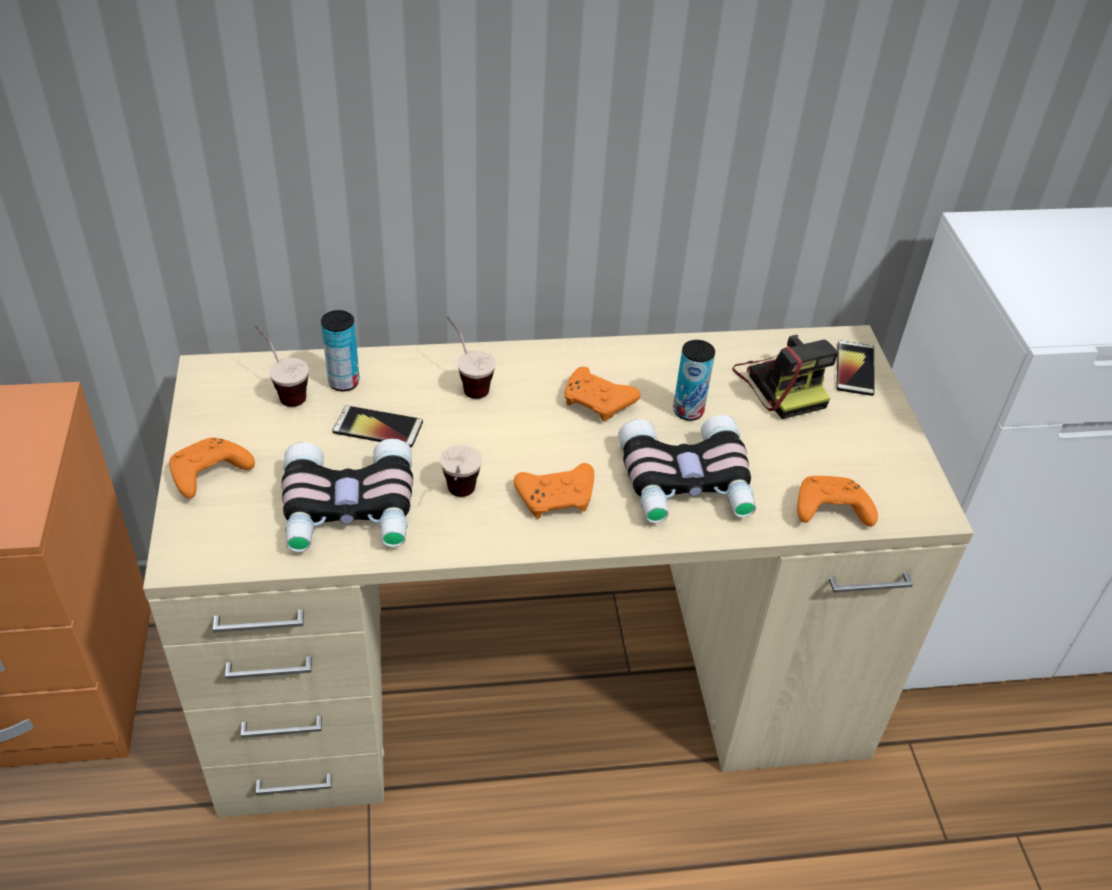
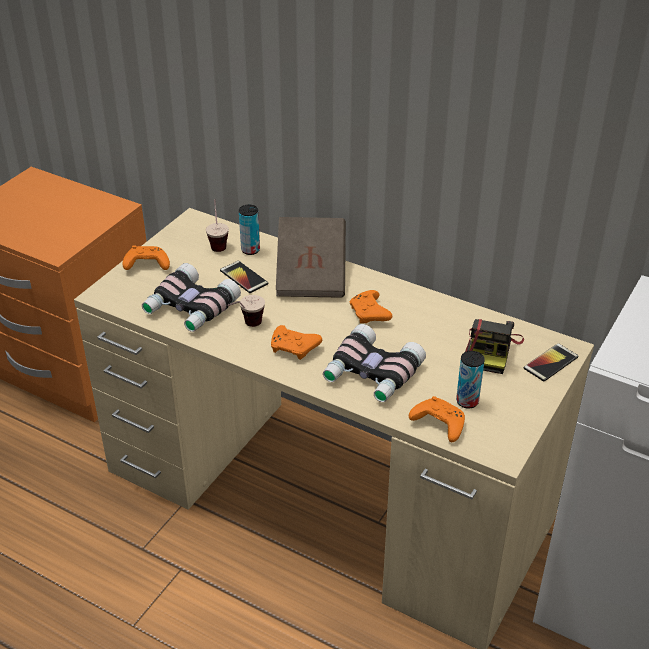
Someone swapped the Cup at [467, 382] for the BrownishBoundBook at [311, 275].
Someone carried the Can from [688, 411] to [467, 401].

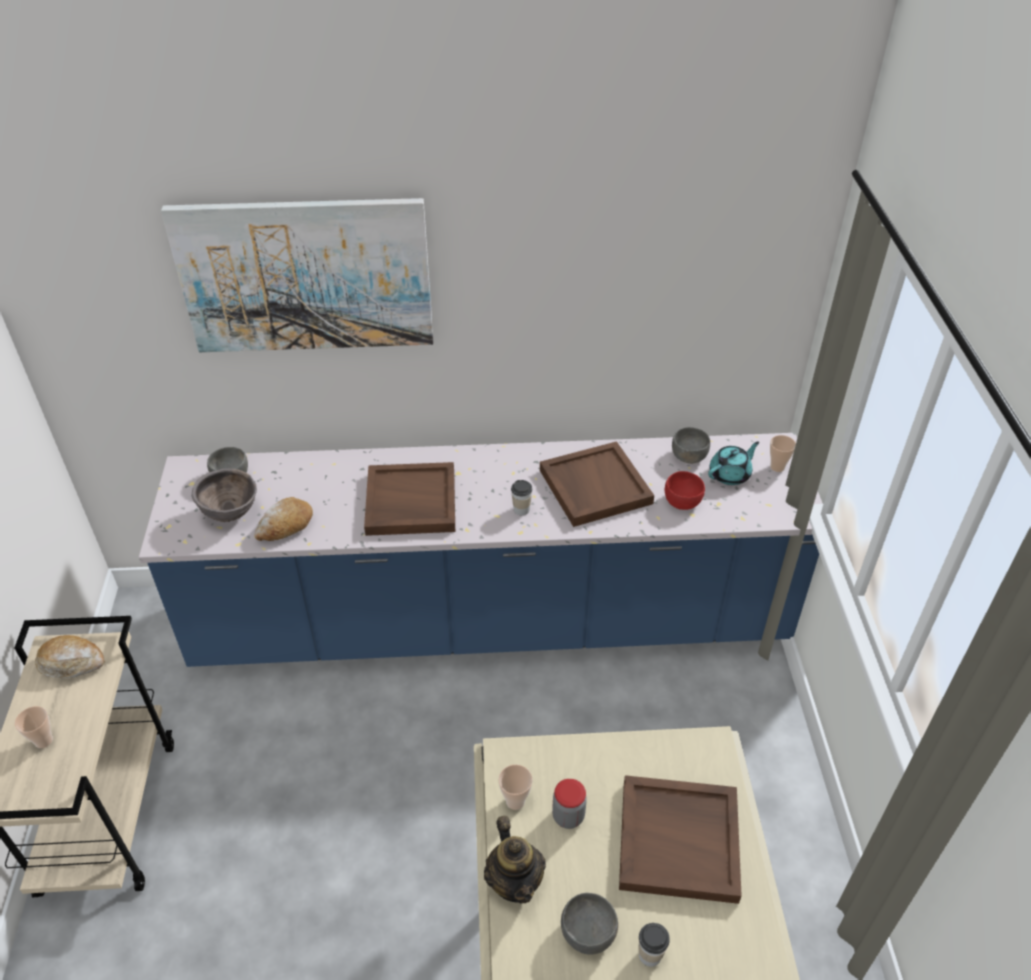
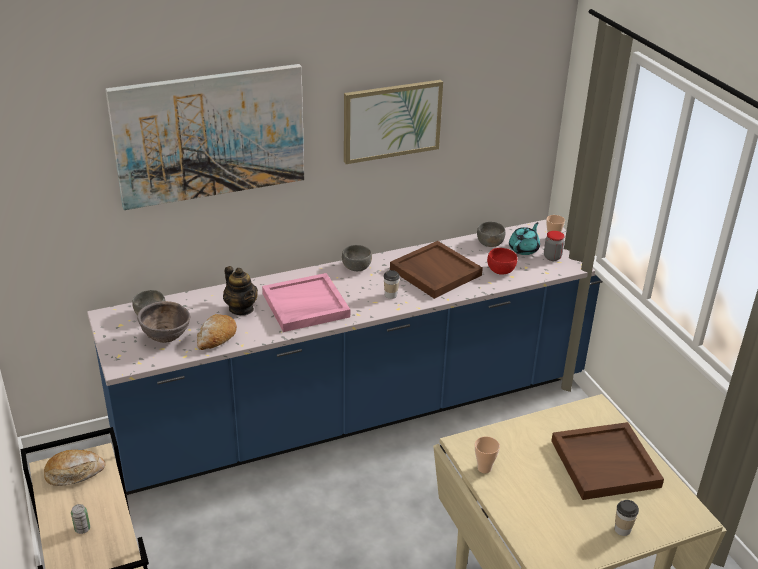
Someone swapped the Cup at [43, 740] for the Can at [82, 529].
Someone repainted the BrownishCarryingTray at [410, 502], which became the PinkColouredCarryingTray at [305, 306].
Someone carried the Teapot from [515, 882] to [241, 308].
Someone carried the Jar from [568, 816] to [552, 257].
Someone carried the GreyServingBowl from [588, 933] to [357, 267].
Someone put up the Picture at [392, 120].

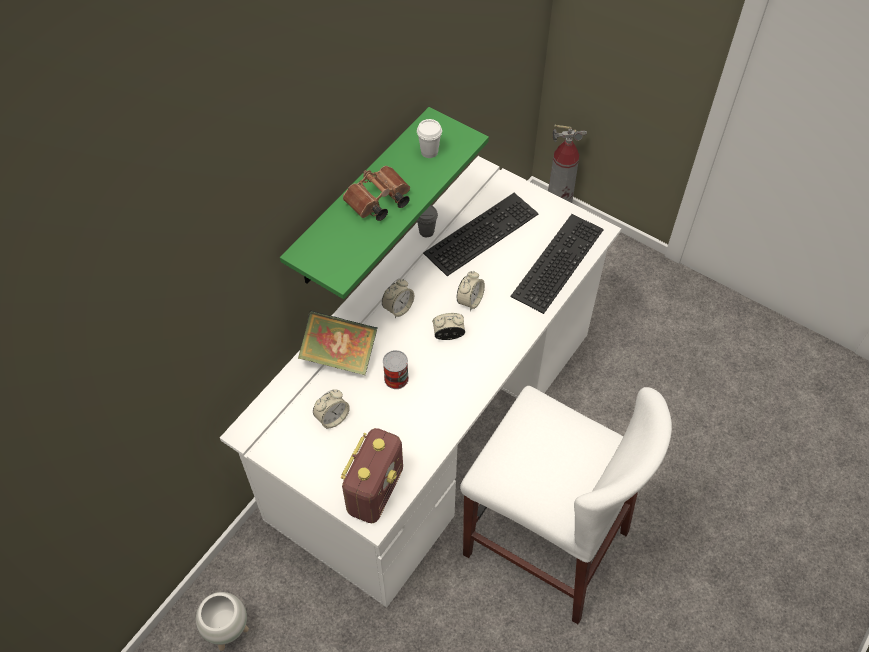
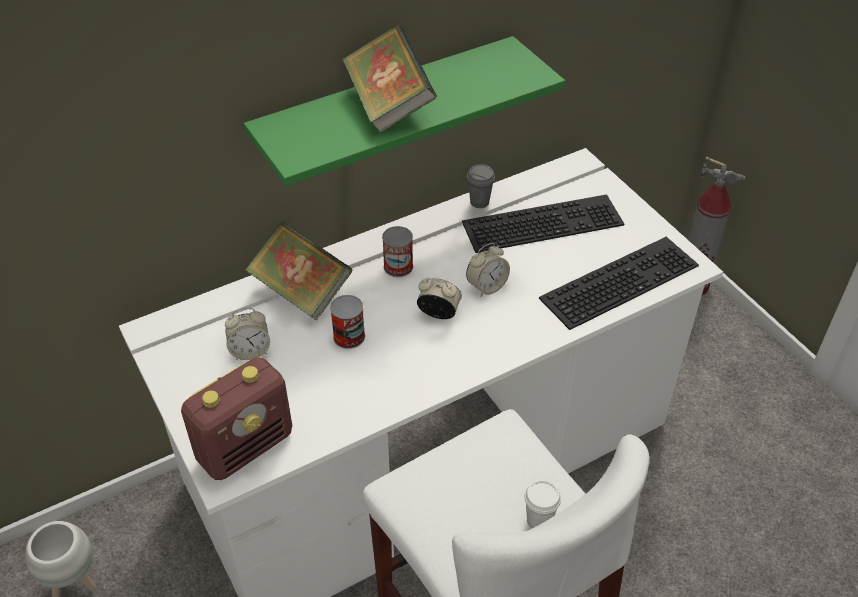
Someone swapped the BrownishPairOfBinoculars at [377, 203] for the BoundBook at [389, 105].
Someone swapped the AlarmClock at [398, 308] for the Can at [398, 266].
Someone carried the WhiteCup from [429, 152] to [539, 520].

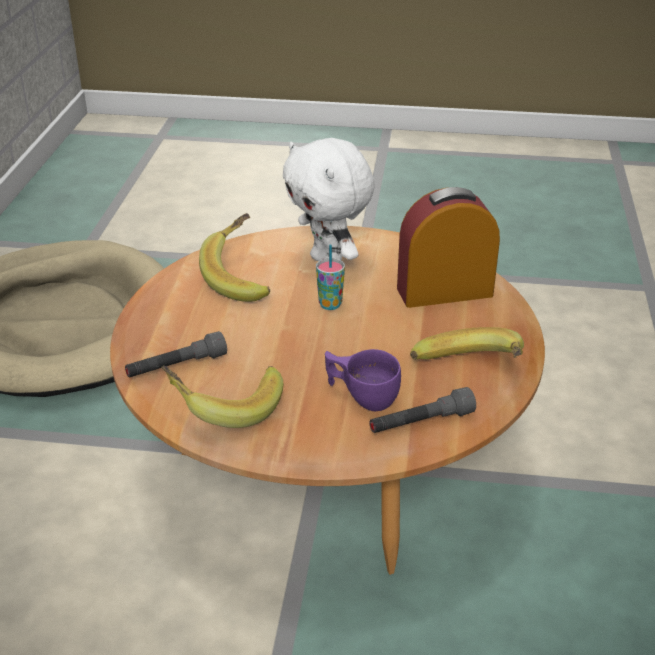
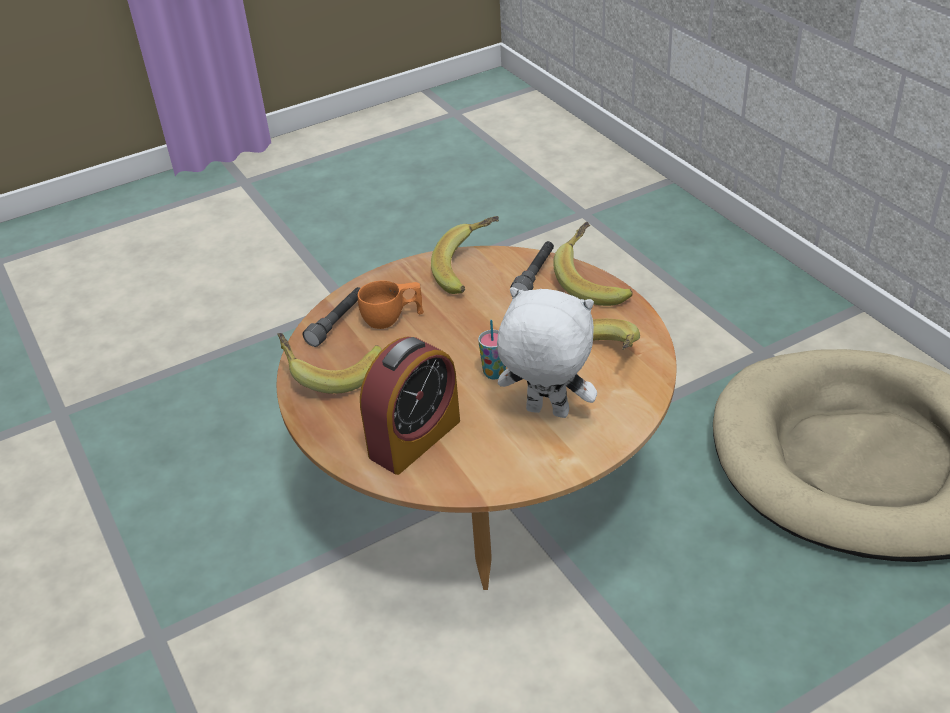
Someone repainted the PurpleCup at [361, 396], which became the OrangeCup at [392, 319].
Someone put down the WholeBanana at [595, 282].

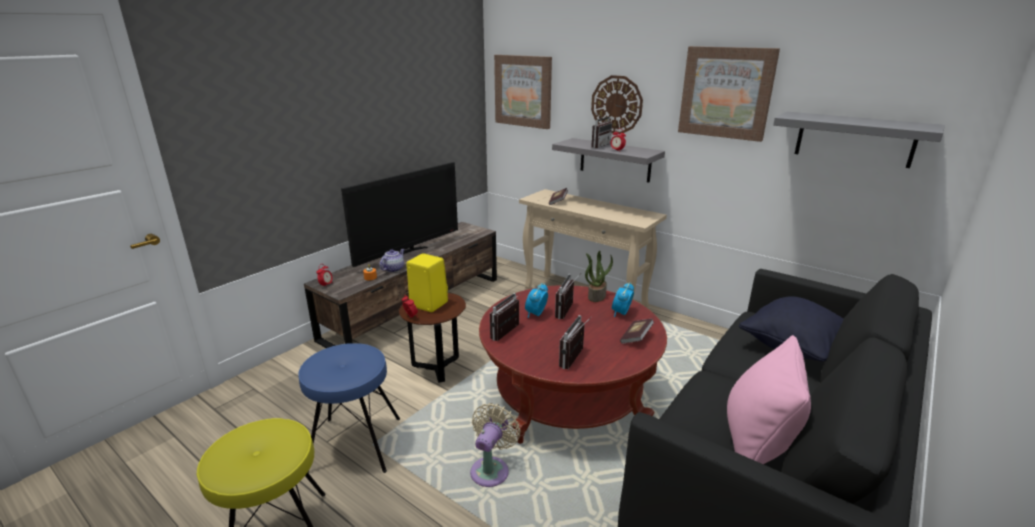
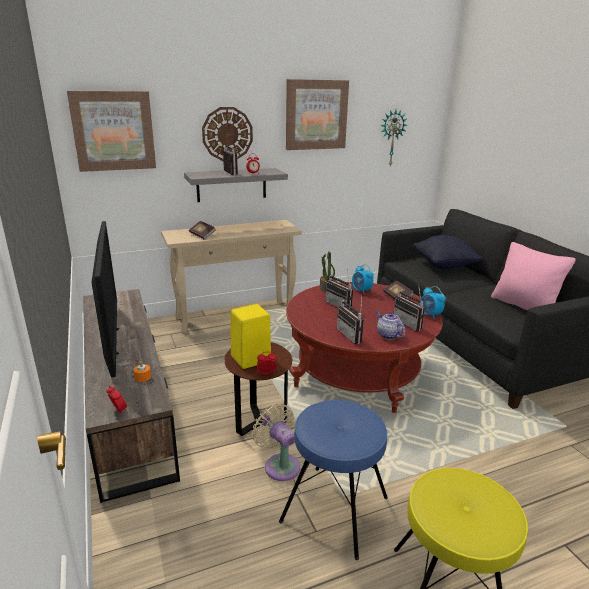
Someone carried the Teapot from [393, 269] to [388, 335].
Someone carried the BeigeColouredCoolingFan from [491, 469] to [280, 465].
Someone carried the AlarmClock from [536, 314] to [429, 315].
Someone swapped the GreyWallShelf at [854, 139] for the WallClock at [391, 138].

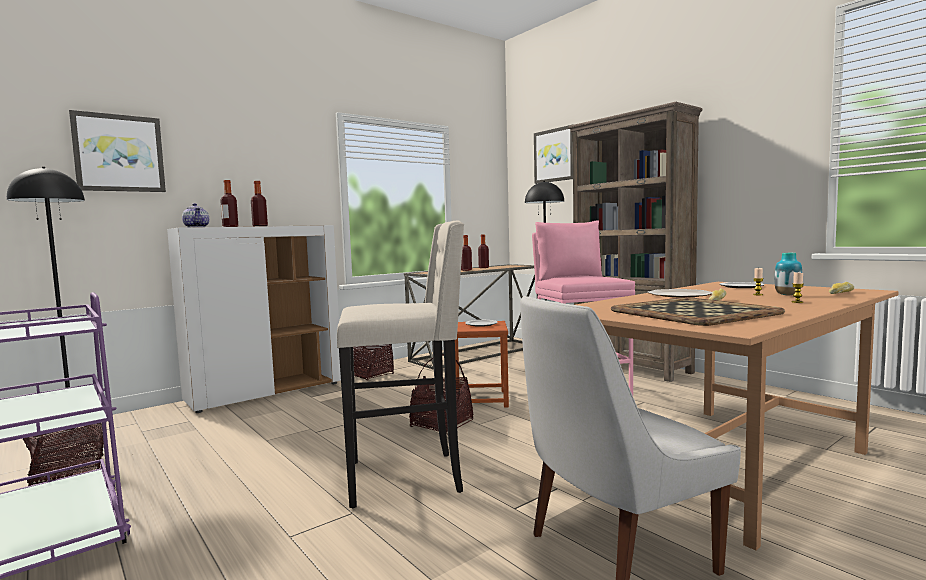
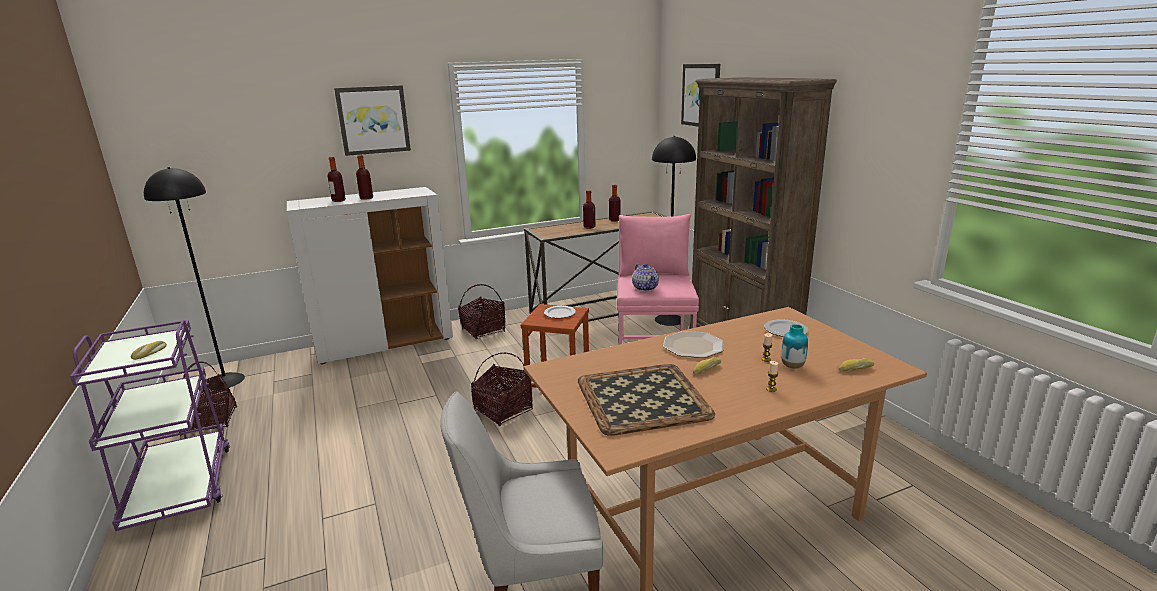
Someone carried the Picture from [119, 153] to [373, 120].
Someone carried the Teapot from [196, 227] to [645, 288].
Someone took away the BeigeColouredStool at [407, 477].
Someone put down the BakeryBread at [150, 353].

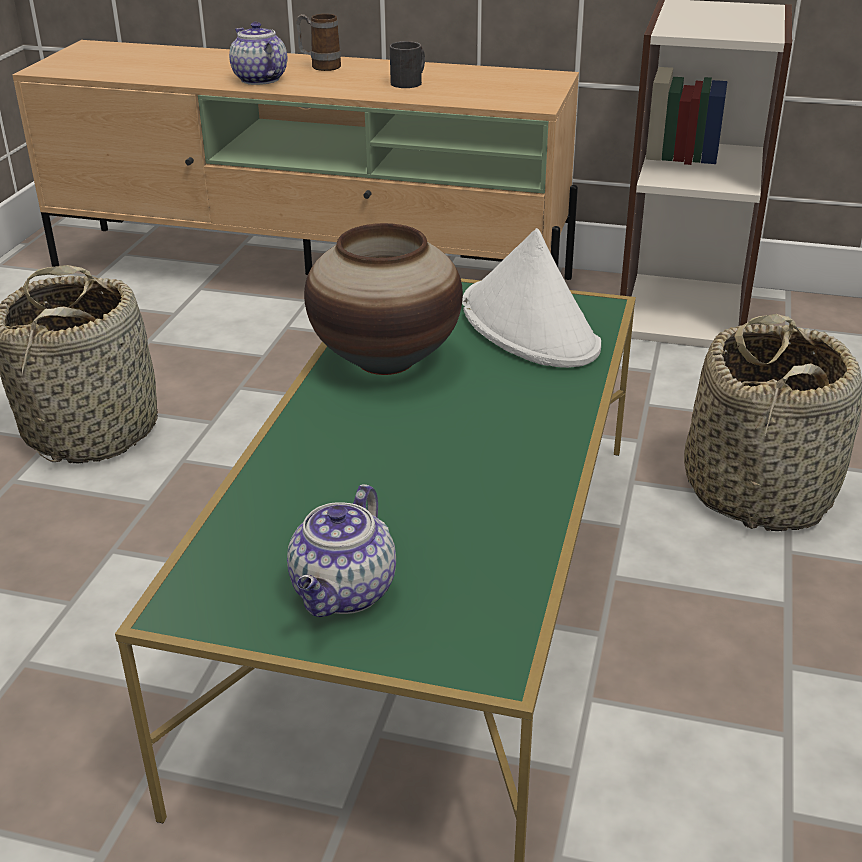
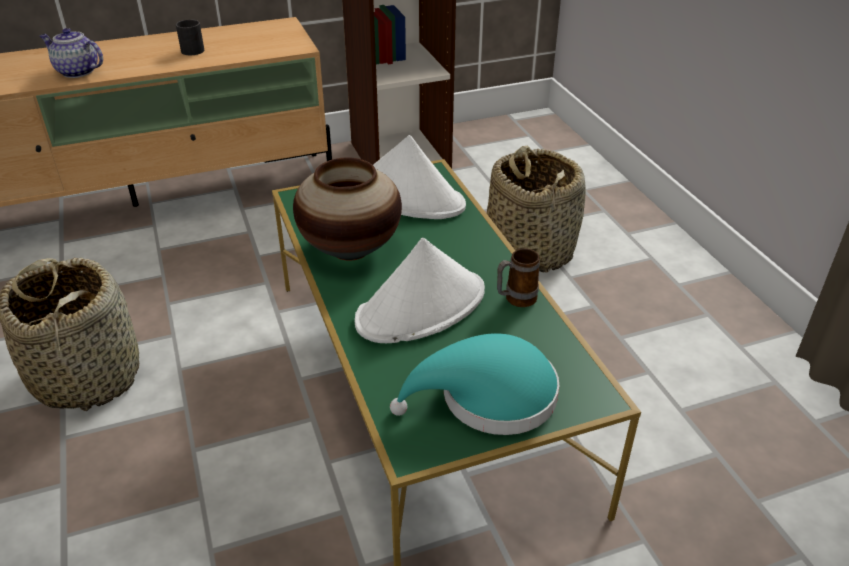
Someone swapped the Teapot at [344, 593] for the TurquoiseClothingHat at [488, 397].
Someone carried the CoffeeMug from [320, 66] to [515, 300].
Someone put down the WhiteClothingHat at [421, 307].

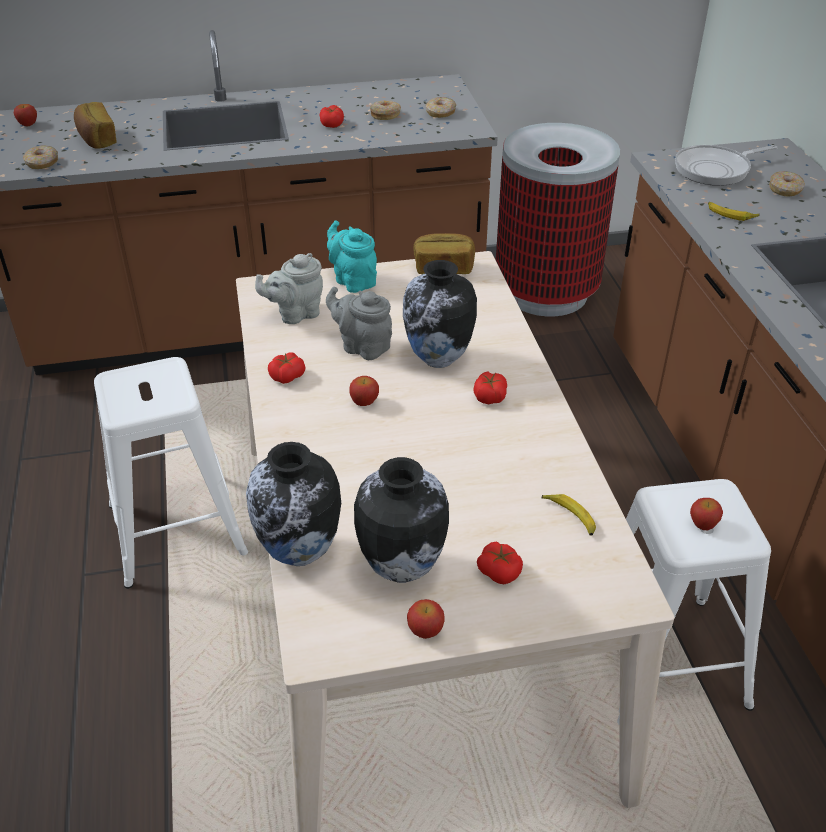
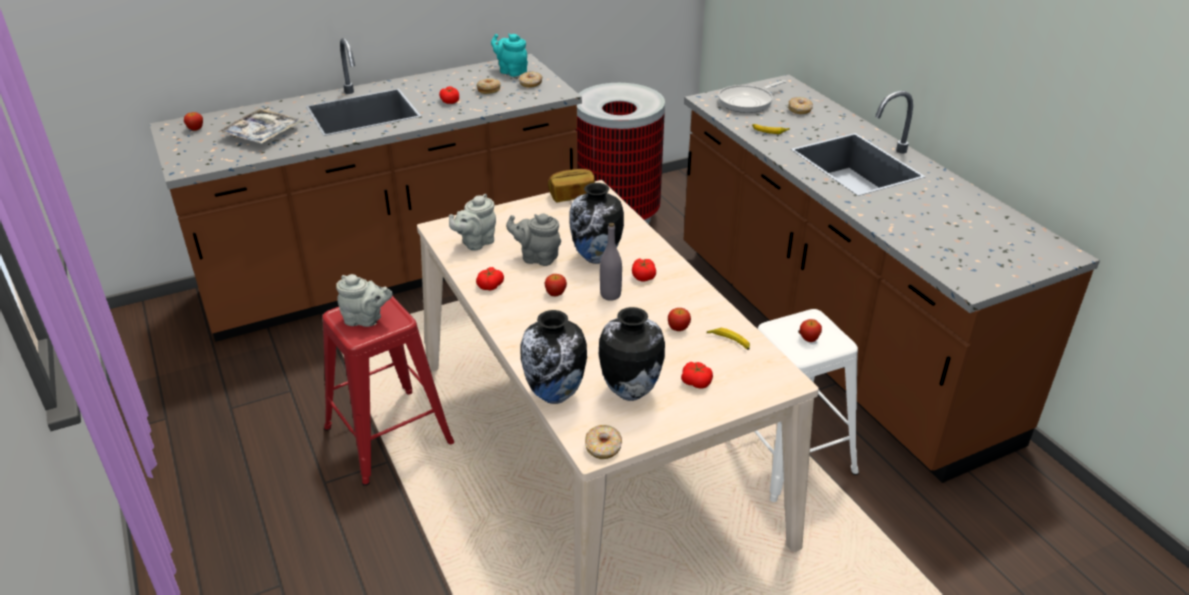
Someone carried the RingDoughnut from [42, 163] to [603, 447].
Someone swapped the BakeryBread at [96, 139] for the CarryingTray at [262, 133].
Someone repainted the WhiteStool at [175, 528], which became the RedStool at [387, 435].
Someone carried the TurquoiseTeapot from [353, 280] to [511, 71].
Someone carried the AppleFruit from [425, 630] to [678, 328].
Someone put down the GreyTeapot at [366, 320].
Someone put down the GreyBottle at [610, 295].

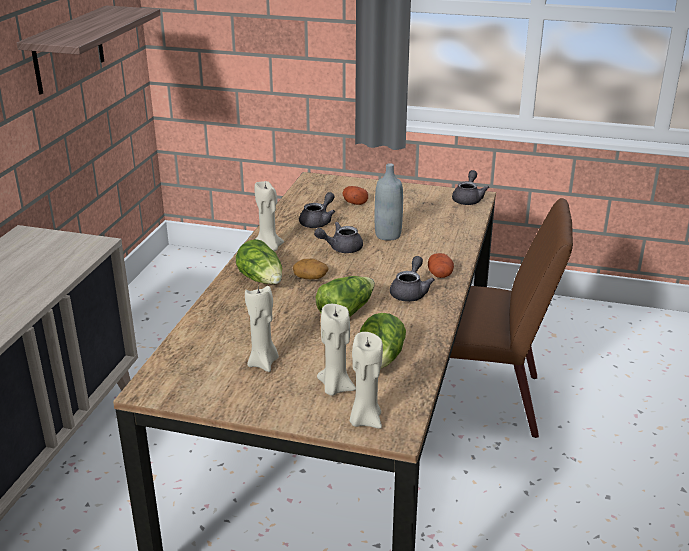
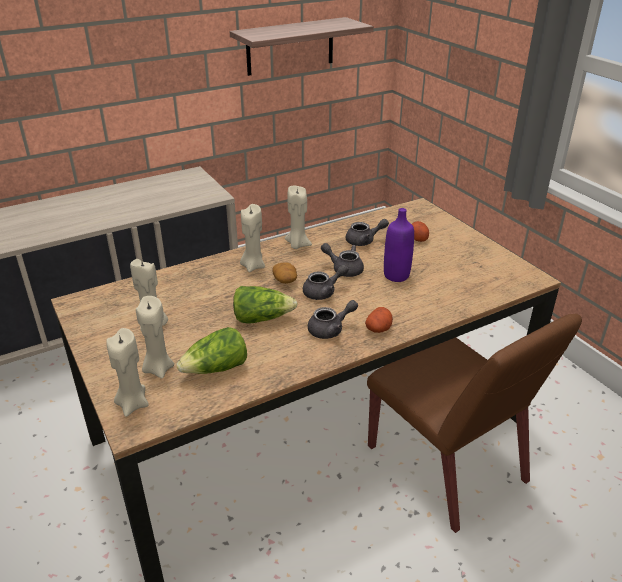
Someone swapped the HeadOfLettuce at [262, 280] for the BeigeColouredCandle at [253, 266].
Someone repainted the GreyBottle at [388, 235], which became the PurpleBottle at [396, 275].
Someone carried the GreyTeapot from [468, 199] to [324, 292].

